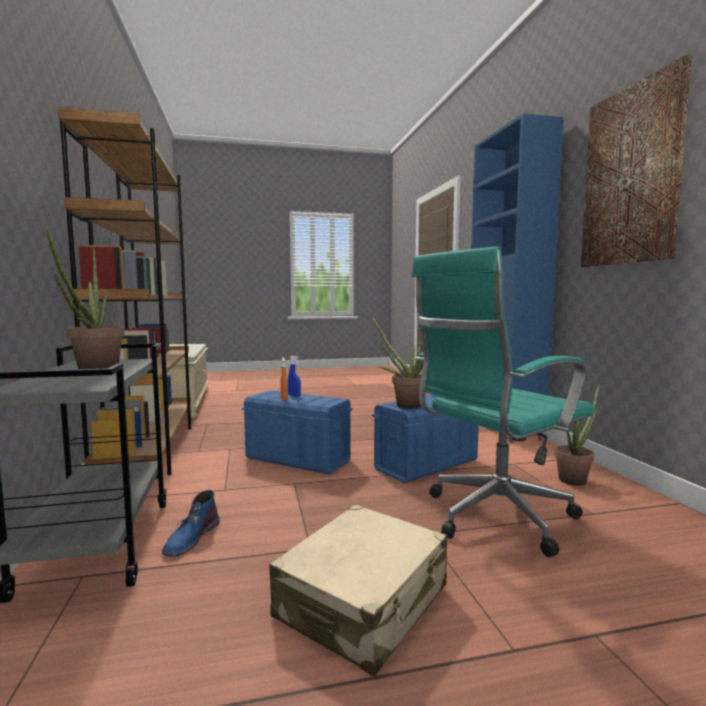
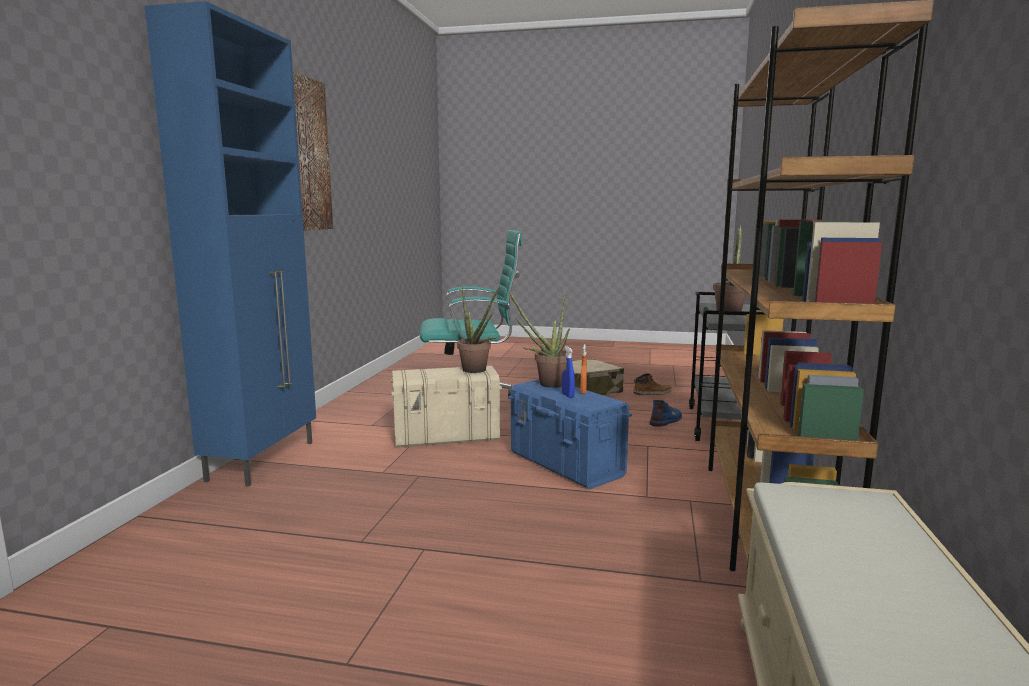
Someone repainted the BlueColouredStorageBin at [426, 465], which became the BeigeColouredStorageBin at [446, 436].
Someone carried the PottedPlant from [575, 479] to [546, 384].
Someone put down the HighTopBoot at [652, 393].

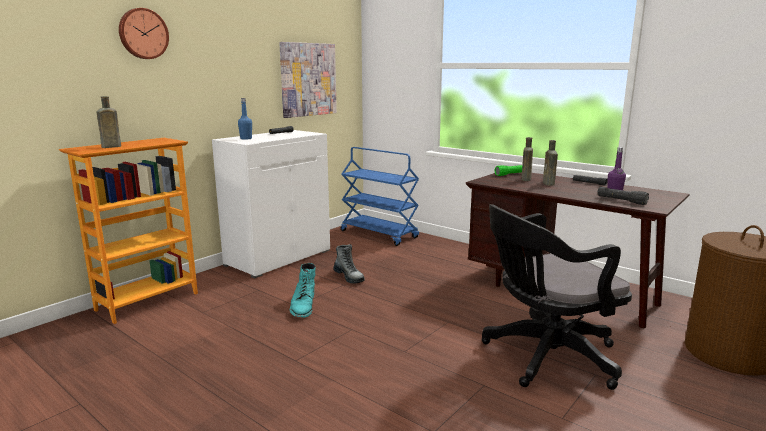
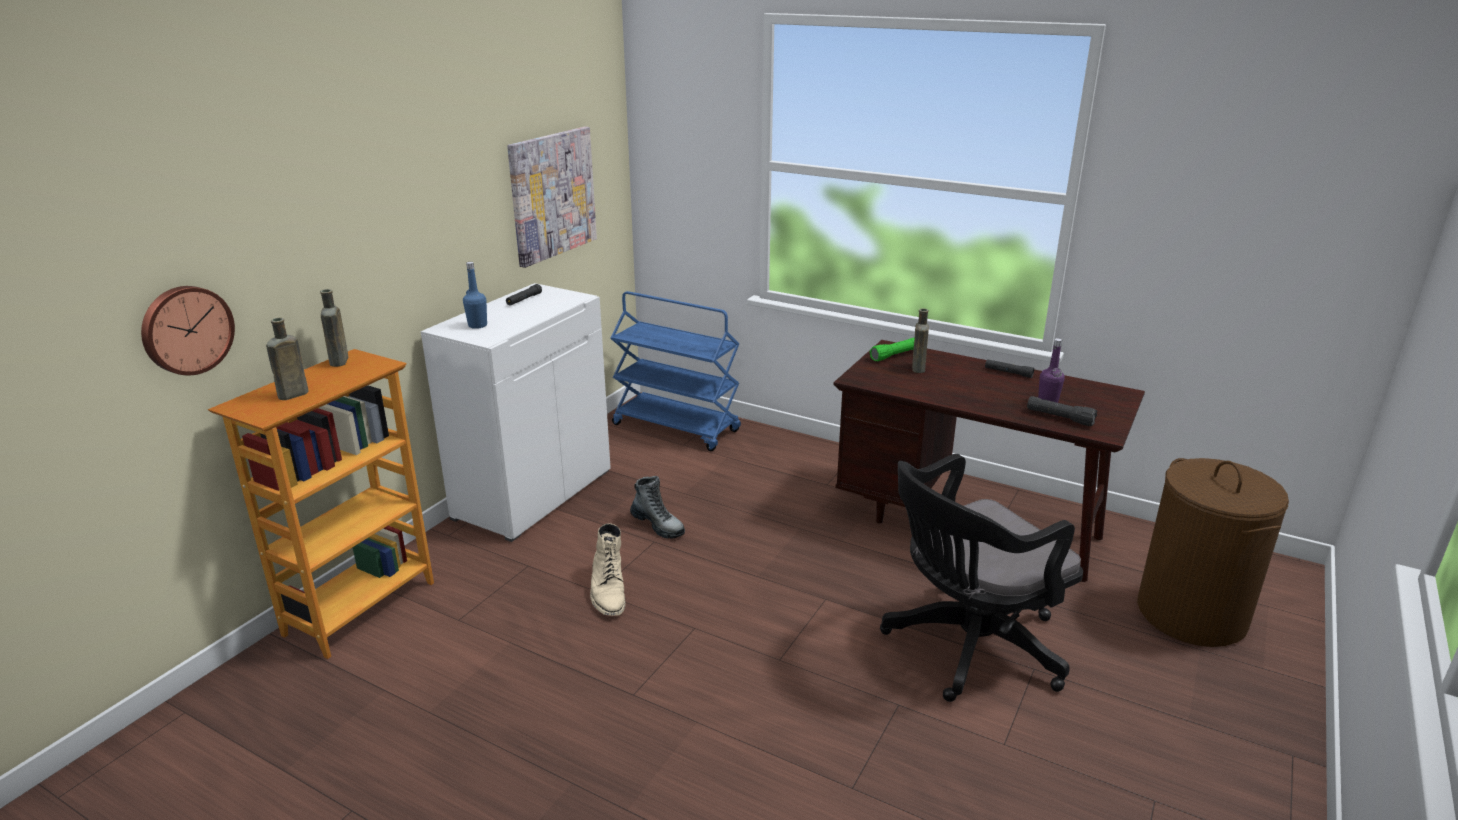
Someone carried the WallClock from [143, 34] to [186, 329].
Someone repainted the TurquoiseHighTopBoot at [303, 306], which became the BeigeColouredHighTopBoot at [608, 591].
Someone carried the BrownishBottle from [549, 184] to [339, 362].

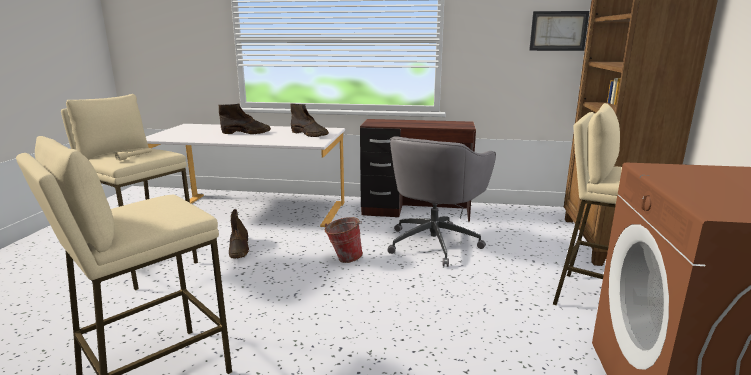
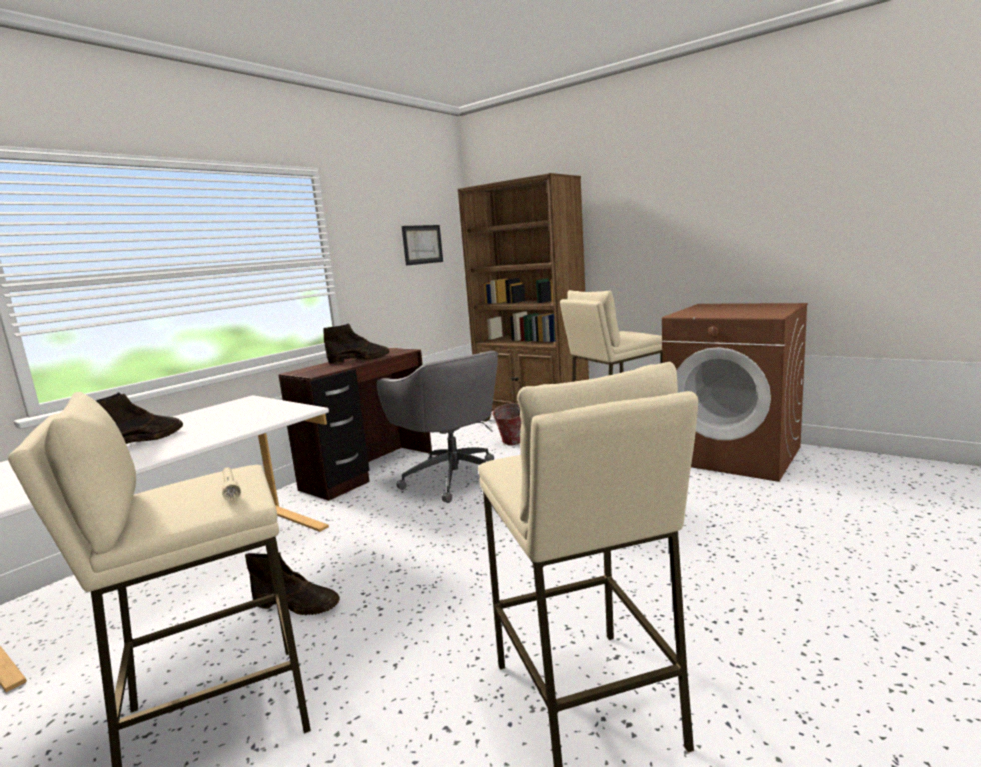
Someone carried the BrownishHighTopBoot from [309, 134] to [359, 359].
Someone carried the Pail from [344, 258] to [510, 443].

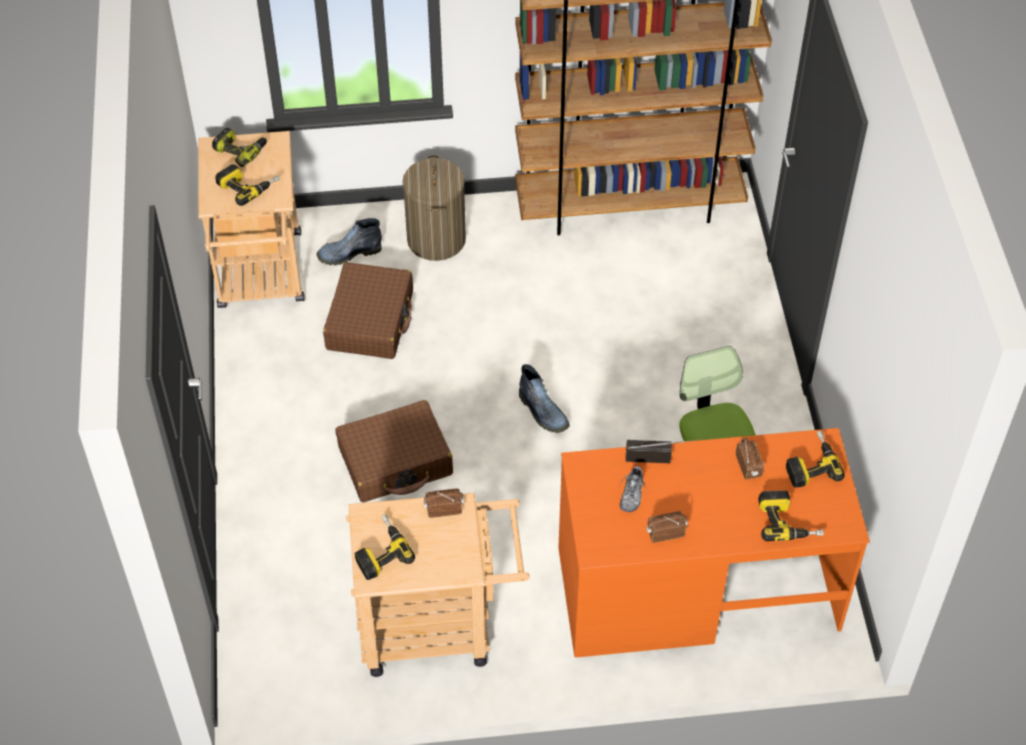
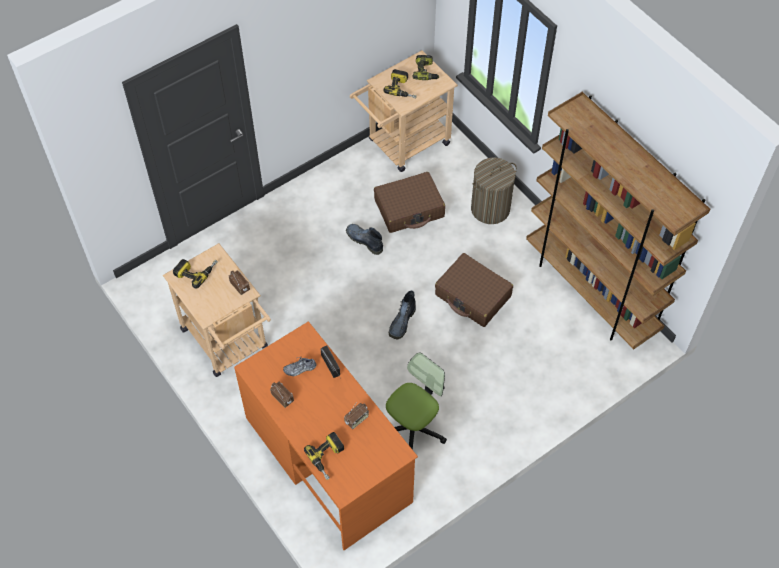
Someone carried the HighTopBoot from [348, 254] to [364, 240].
Someone carried the BrownishTravelCase from [395, 461] to [473, 296].
Someone took away the ElectricDrill at [810, 464].

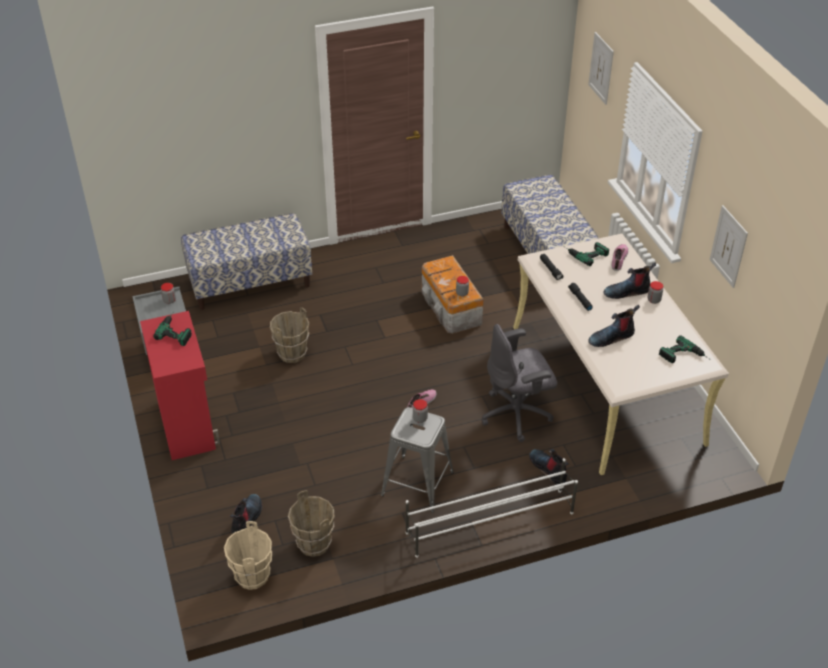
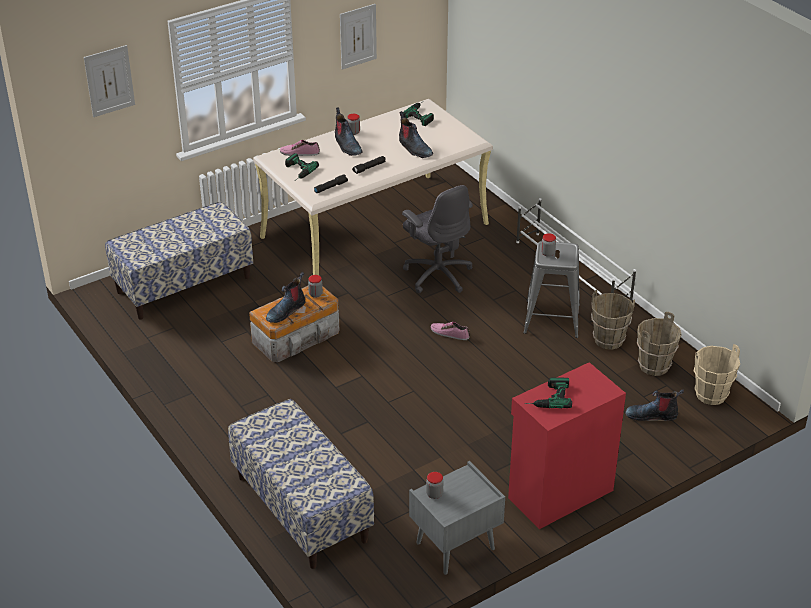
Someone carried the BrownishPail from [292, 354] to [608, 340].
Someone carried the HighTopBoot from [549, 469] to [286, 310].

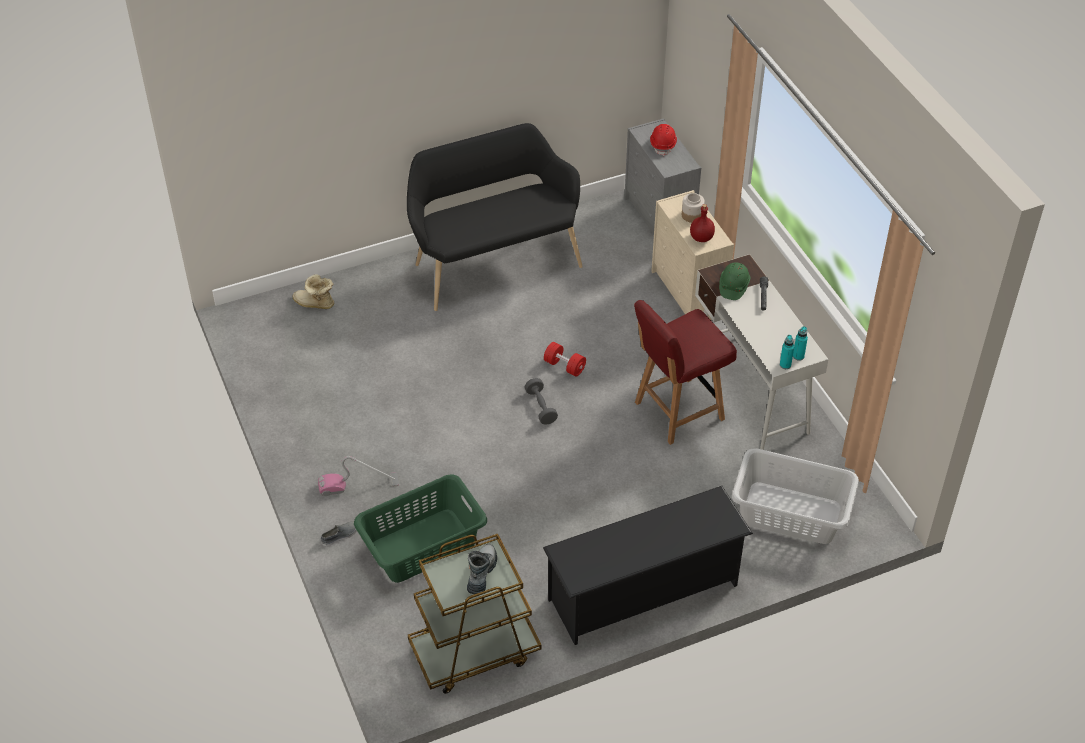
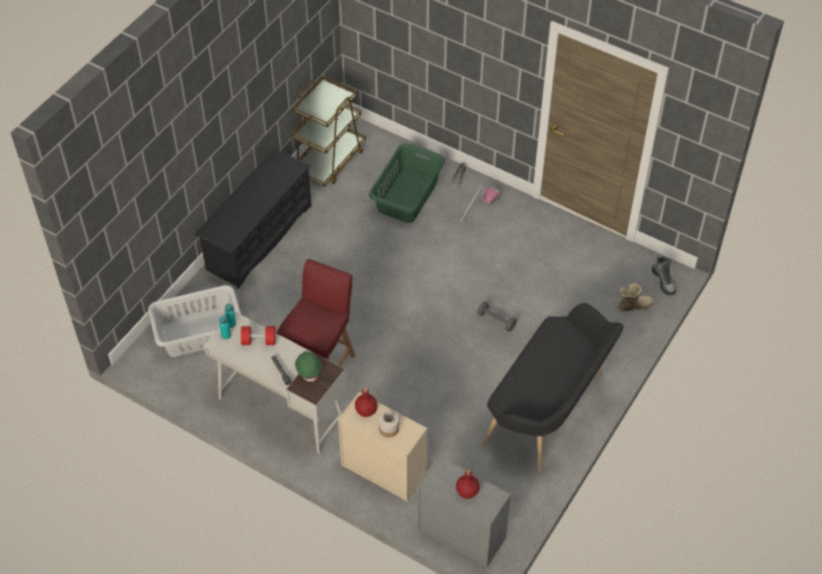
Someone carried the HighTopBoot from [481, 573] to [663, 281].
Someone carried the GreyHandWeight from [541, 407] to [496, 320].
Someone carried the RedHandWeight from [564, 366] to [259, 341].
Someone swapped the RedHardHat at [663, 144] for the RedBottle at [467, 492].

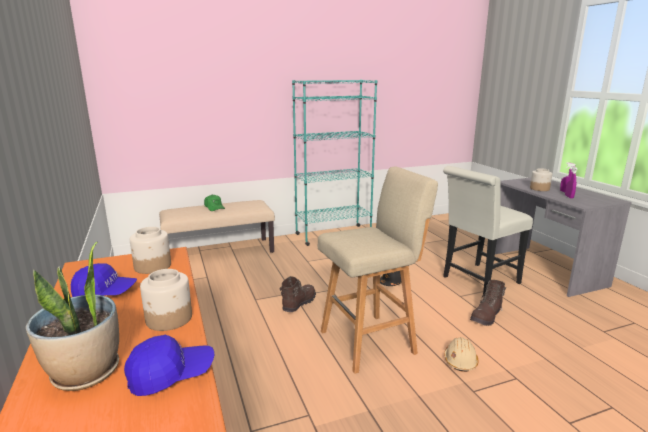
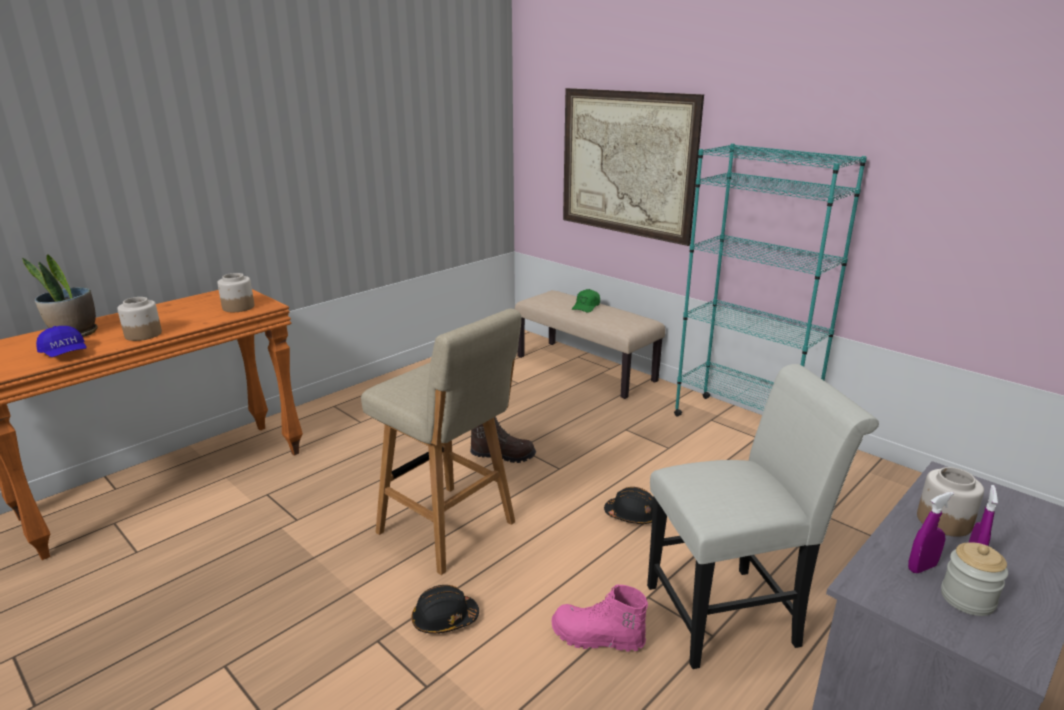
Someone took away the BlueColouredCap at [105, 293].
Someone rotated the WhiteChair at [477, 281] by 135 degrees clockwise.
Someone repainted the BeigeColouredHardHat at [460, 360], which became the BlackishHardHat at [444, 619].
Someone repainted the BrownishHighTopBoot at [486, 316], which became the PinkColouredHighTopBoot at [597, 638].
Someone put up the Picture at [626, 164].
Someone put down the Jar at [967, 599].

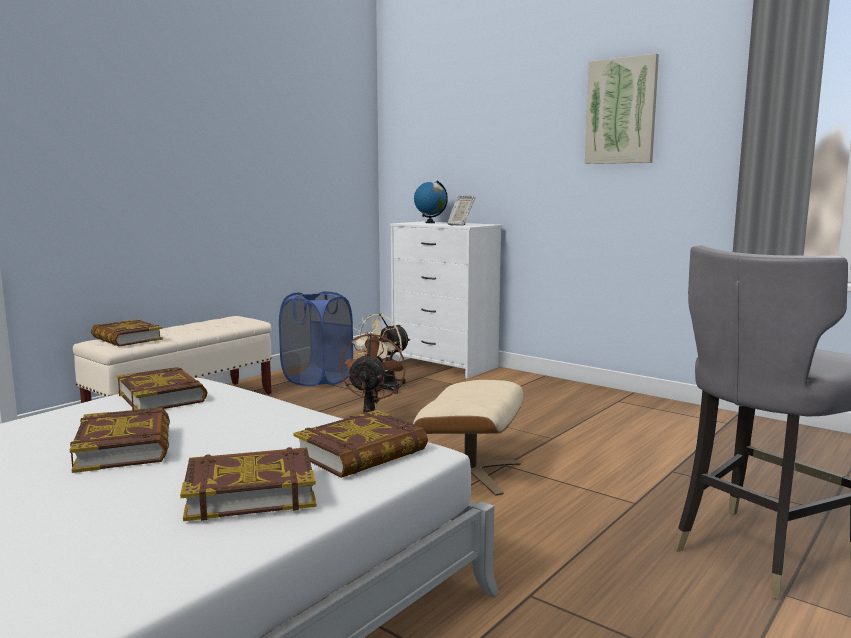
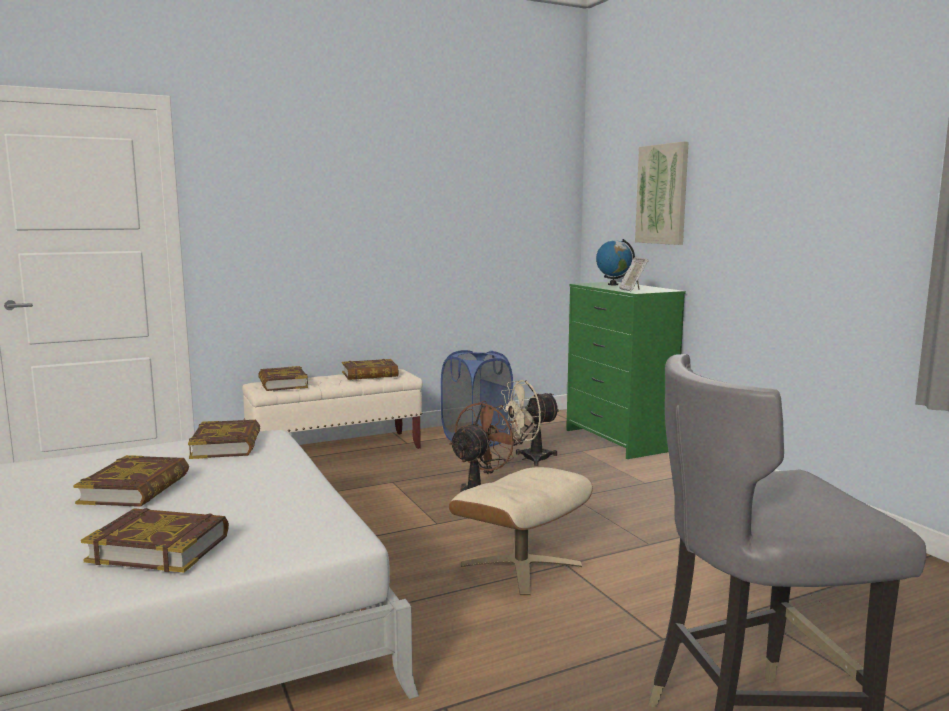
Someone carried the BoundBook from [362, 453] to [370, 374].
Someone repainted the WhiteDrawerChest at [443, 365], which became the GreenishDrawerChest at [618, 440].
Someone carried the Picture from [621, 111] to [662, 194].

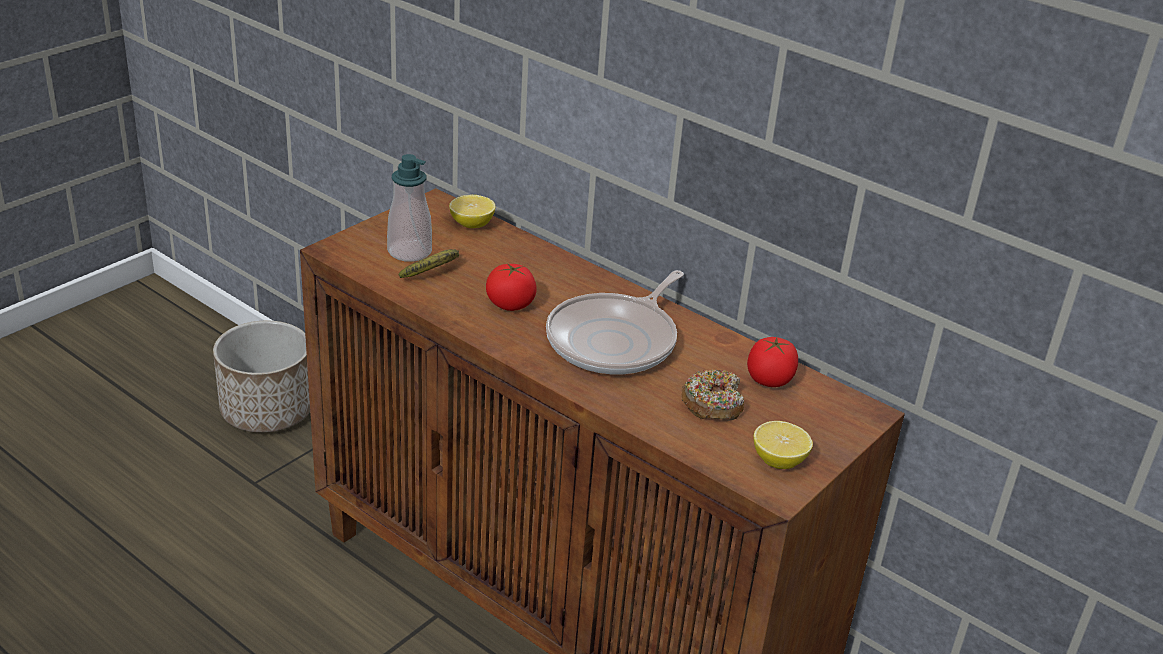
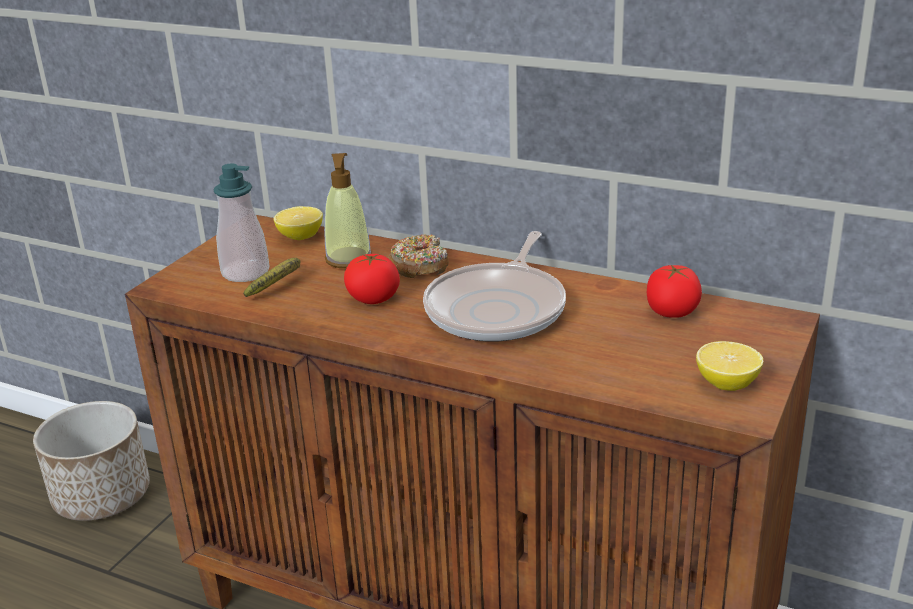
Someone carried the RingDoughnut from [712, 404] to [419, 266].
Someone put down the SoapBottle at [348, 259].

